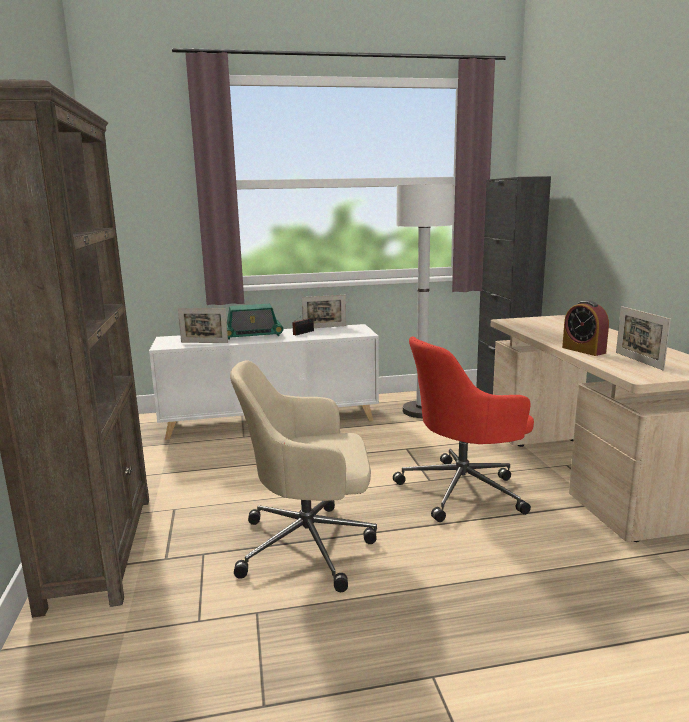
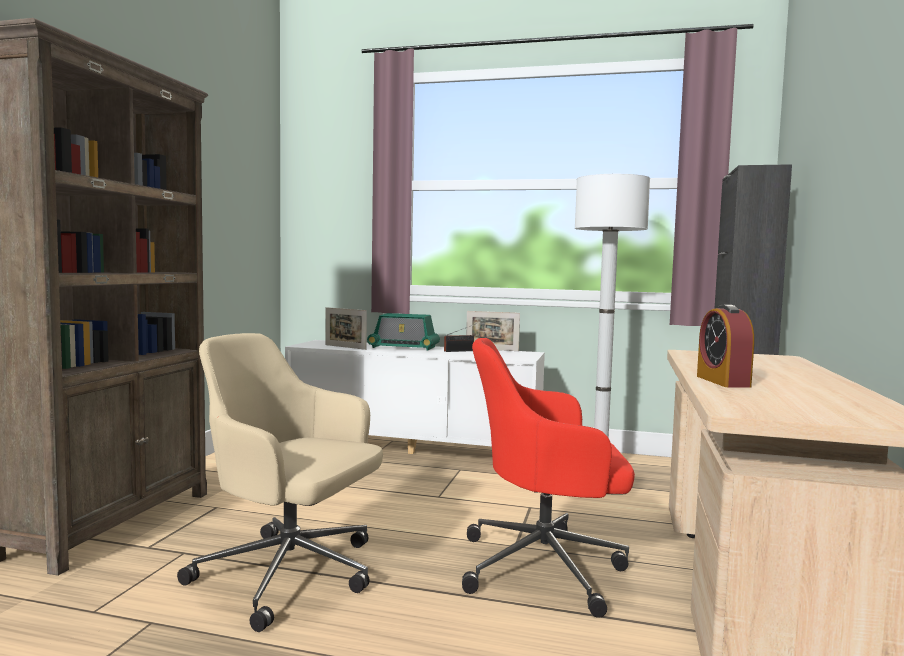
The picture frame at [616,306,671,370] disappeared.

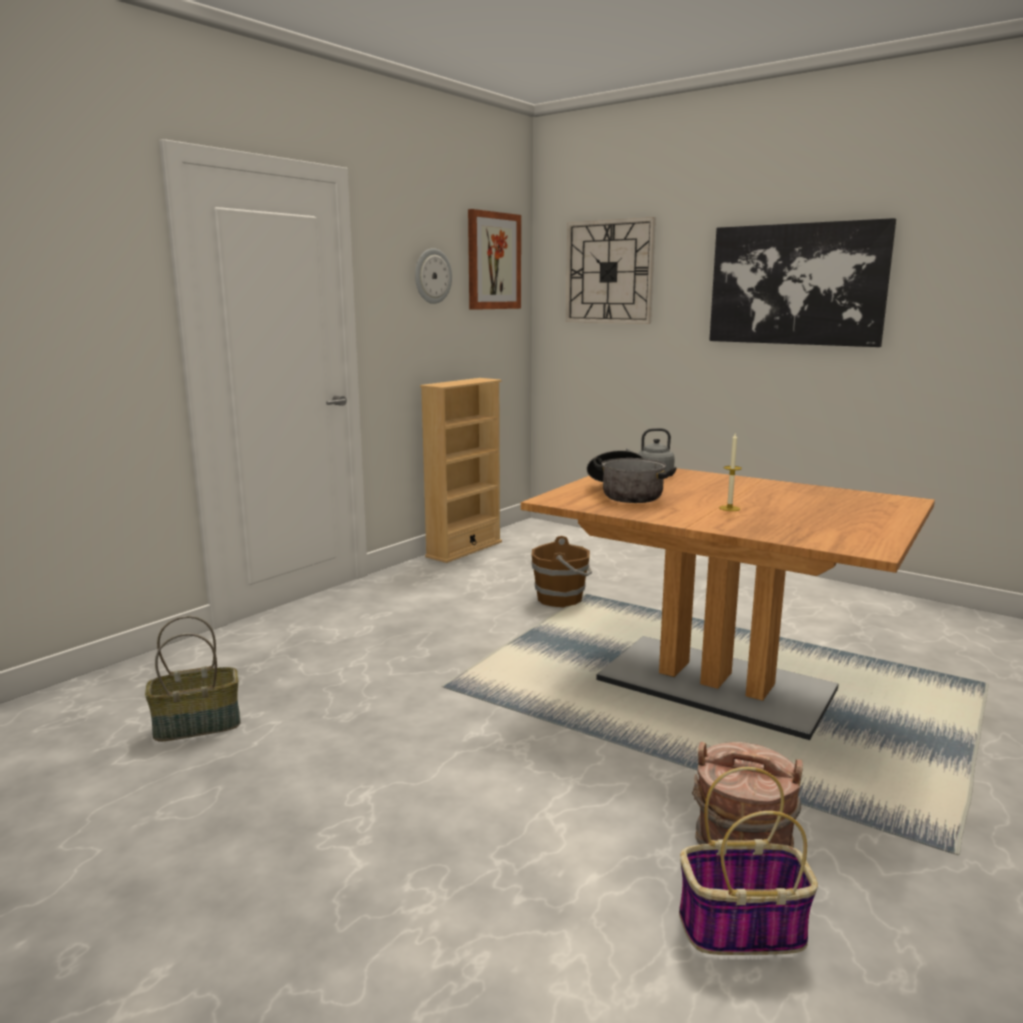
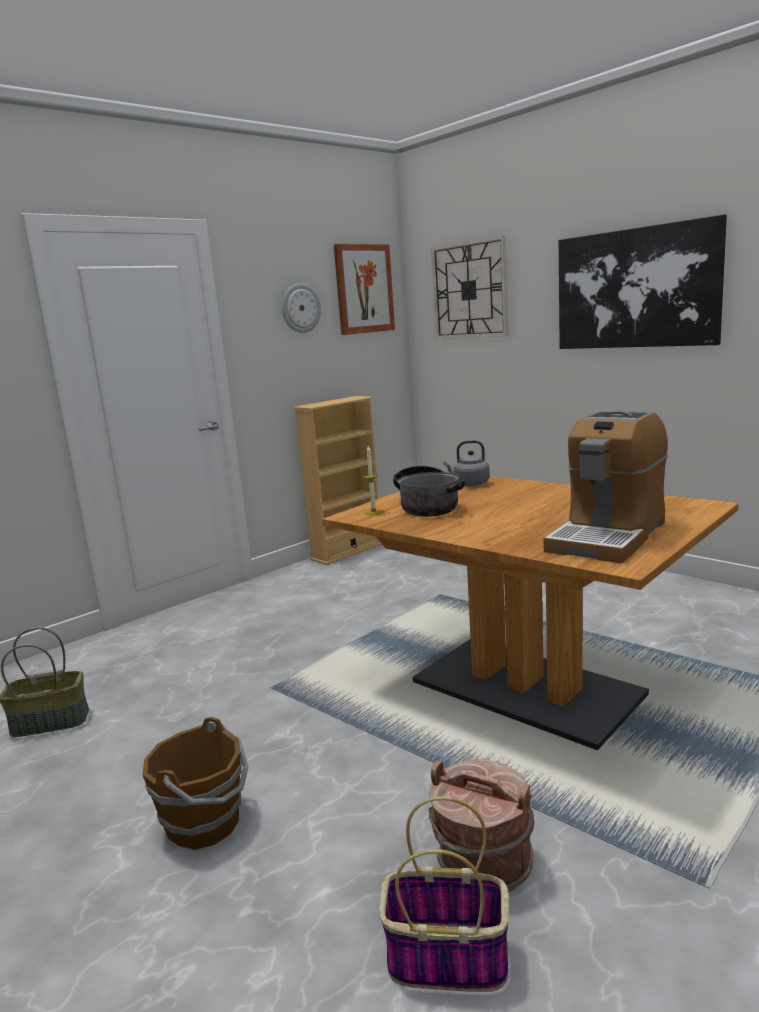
The coffee machine at [543,411,668,563] appeared.
The brown bucket moved from [531,536,592,607] to [142,717,249,850].
The candle moved from [719,434,742,511] to [363,446,383,515].

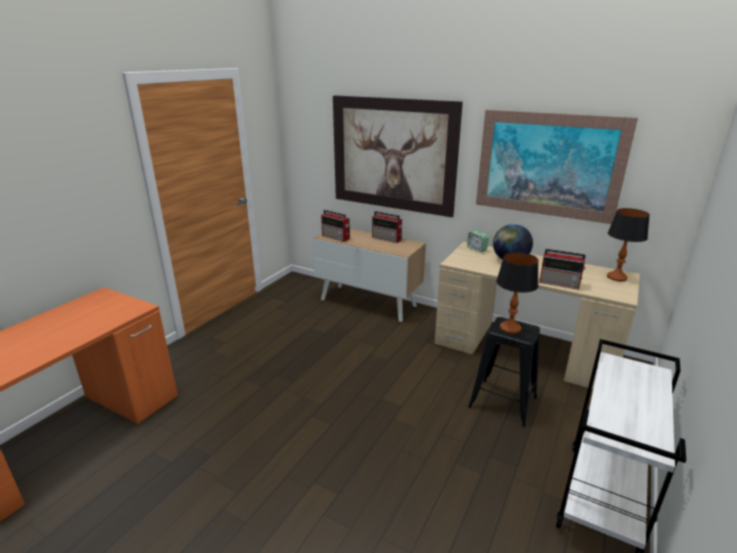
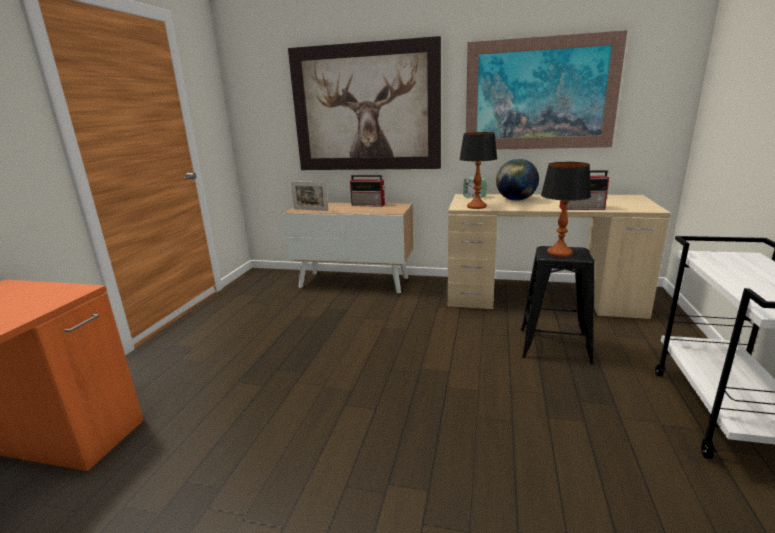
The table lamp moved from [607,208,650,281] to [459,132,498,209].
The radio at [321,210,350,242] was replaced by the picture frame at [291,181,328,211].

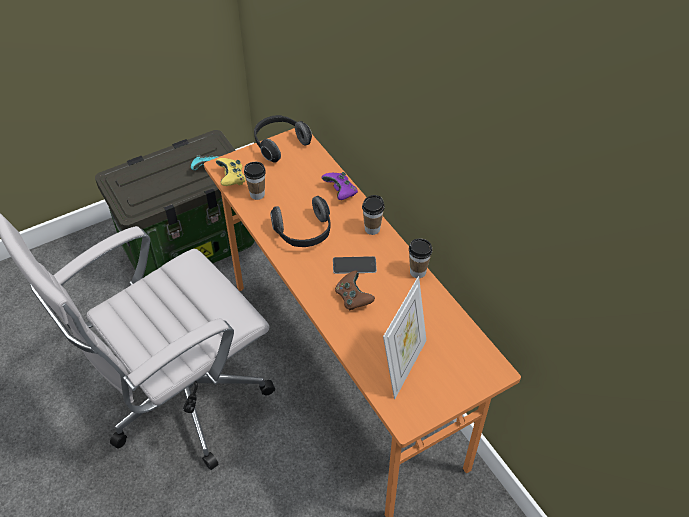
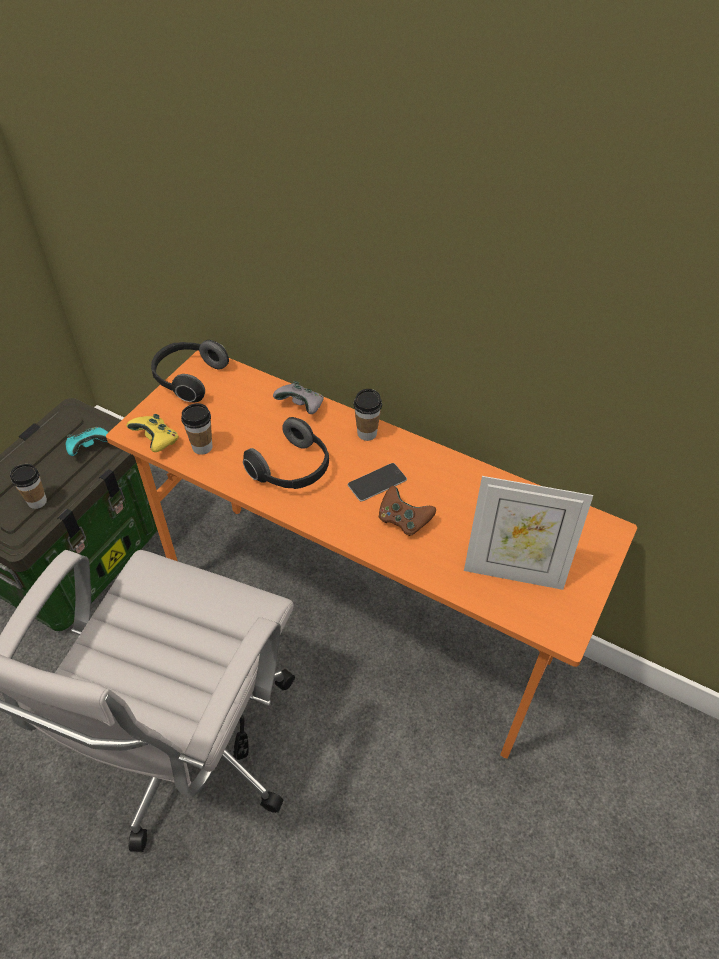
The cup moved from [409,238,432,278] to [10,464,47,509].
The purple game controller at [322,172,358,200] became the grey game controller at [273,381,324,414].
The picture frame at [383,276,427,399] turned 105 degrees clockwise.

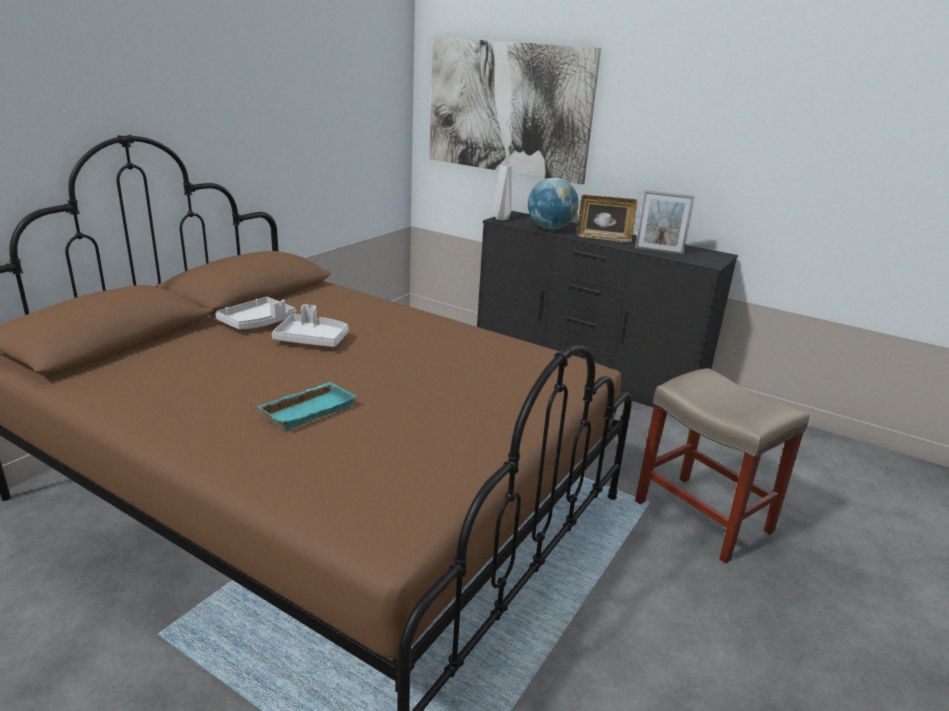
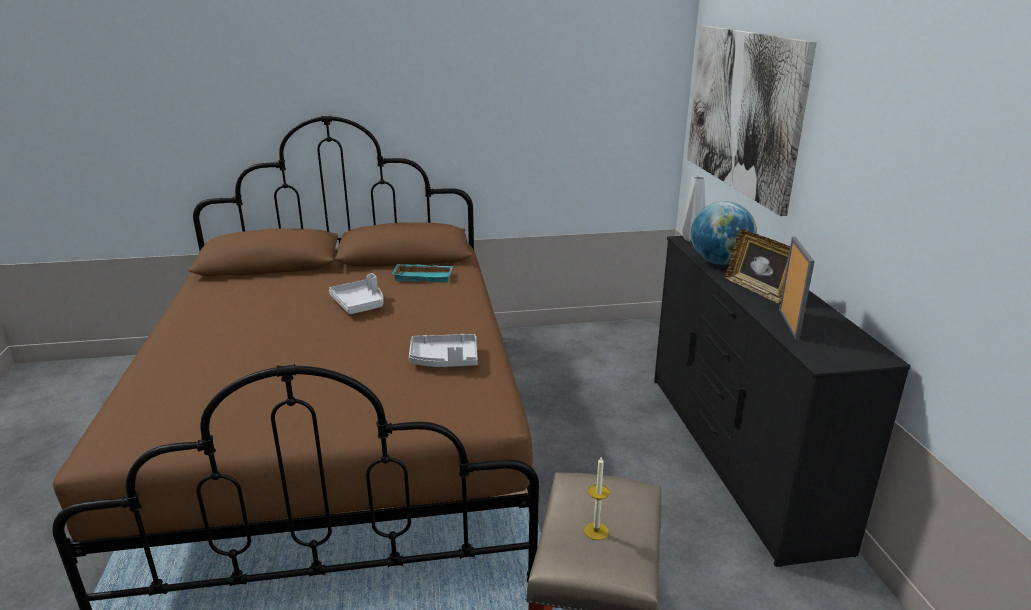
The candle at [584,457,610,540] appeared.
The grey tray moved from [215,297,296,330] to [409,334,478,367].
The turquoise tray moved from [257,382,356,431] to [392,264,453,282].
The picture frame at [635,190,695,255] turned 150 degrees counterclockwise.

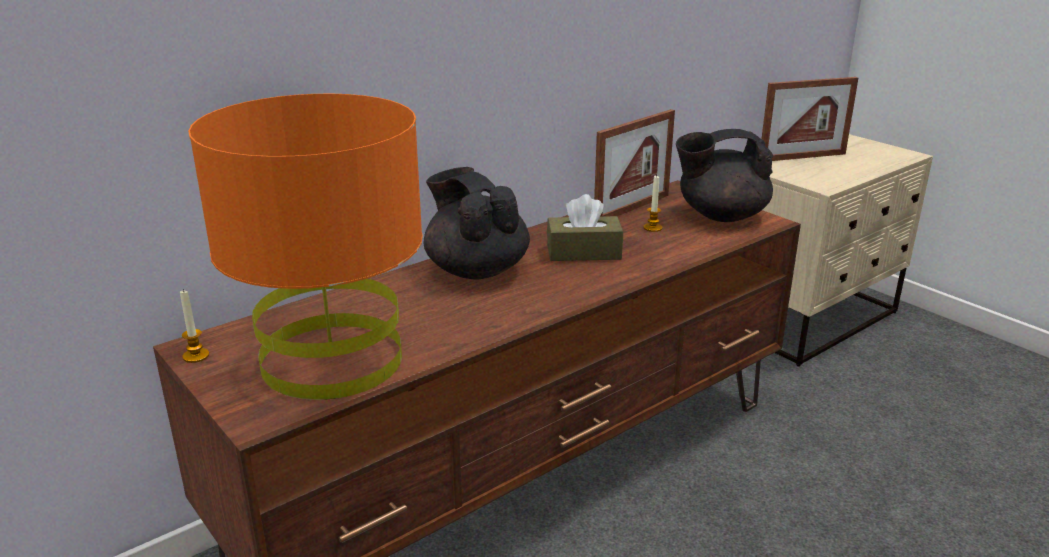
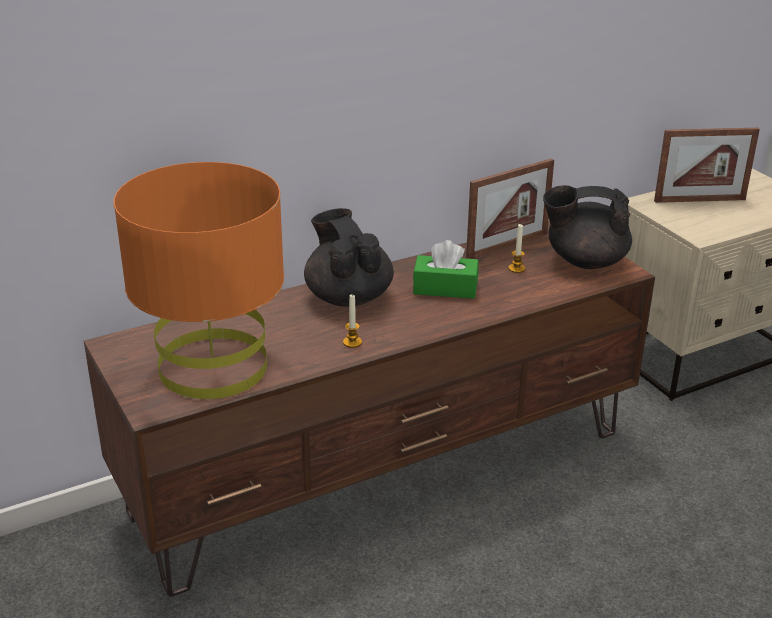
The candle moved from [180,289,209,363] to [343,295,362,348].
The brown tissue box at [547,194,623,261] became the green tissue box at [413,240,479,299].

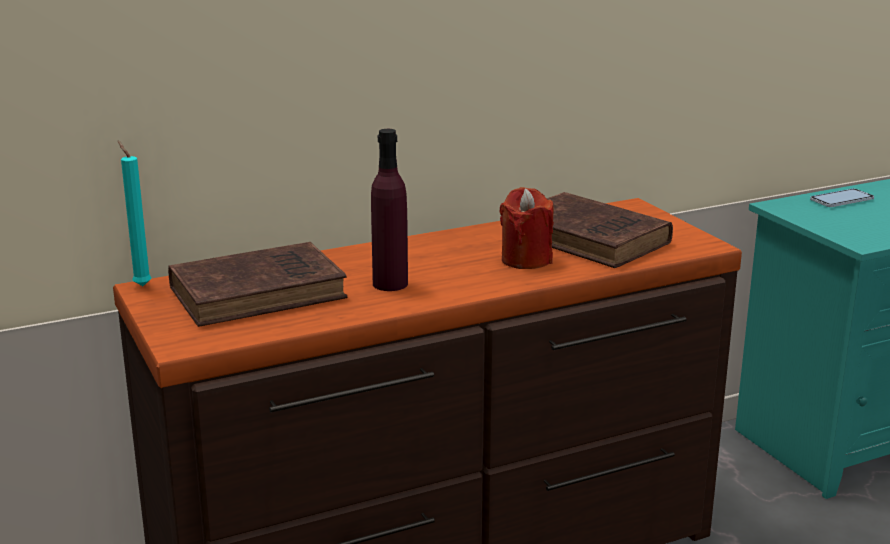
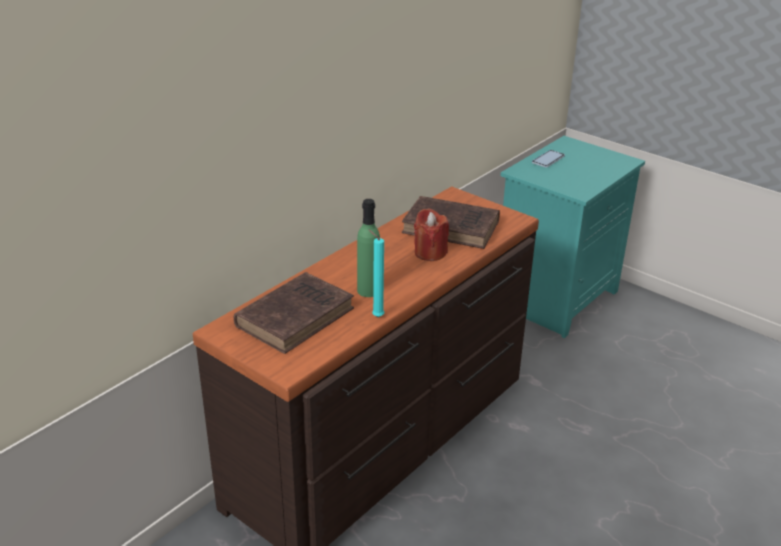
The turquoise candle moved from [118,140,151,286] to [369,230,384,317].
The purple bottle at [371,129,408,291] became the green bottle at [357,199,380,297].

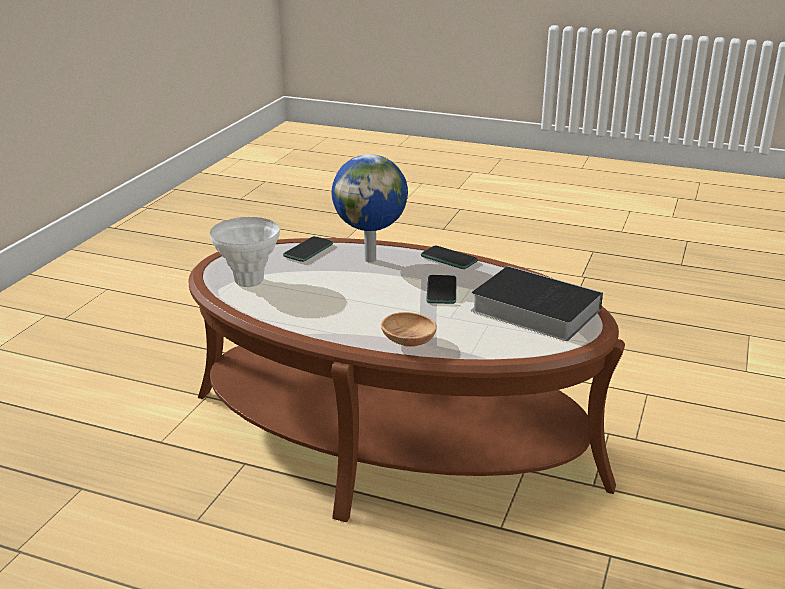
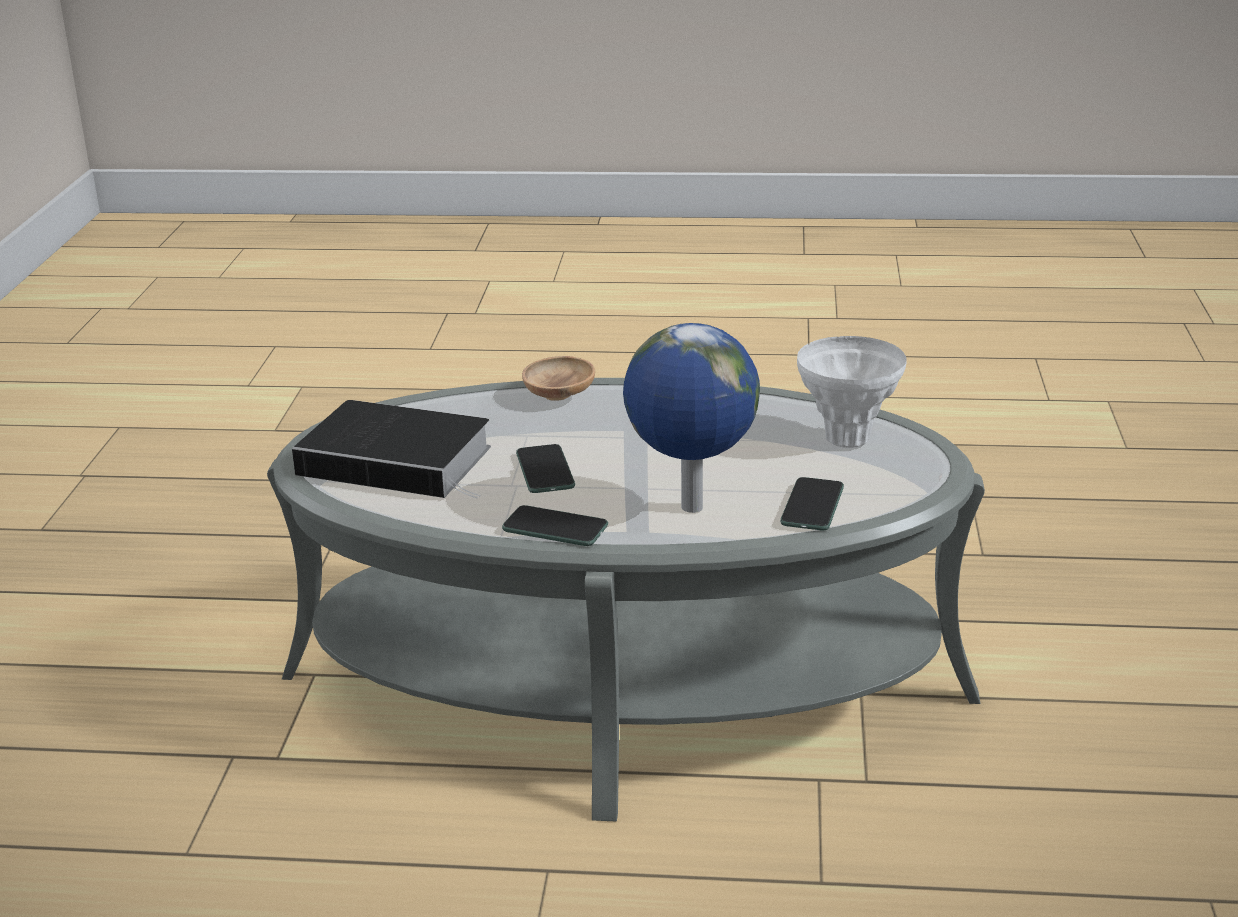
The brown coffee table at [188,238,625,522] became the grey coffee table at [267,378,985,821].

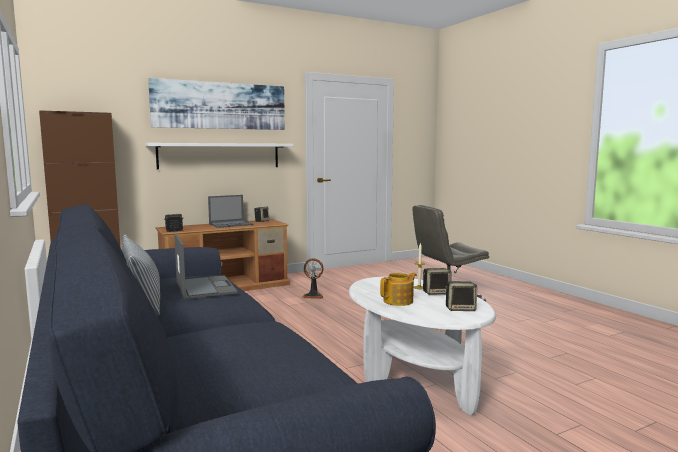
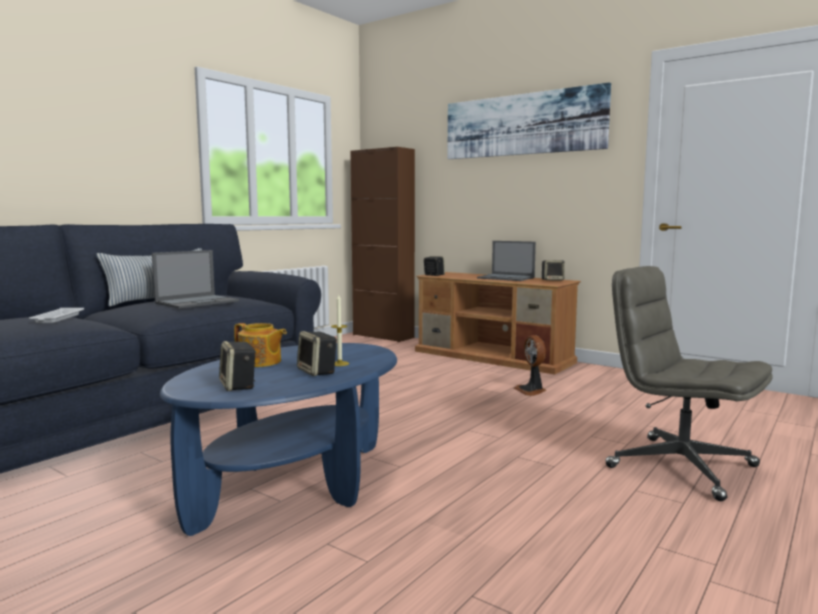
The white shelf at [145,143,293,169] disappeared.
The white tray at [29,308,84,323] appeared.
The white coffee table at [349,277,496,415] became the blue coffee table at [160,343,397,536].

